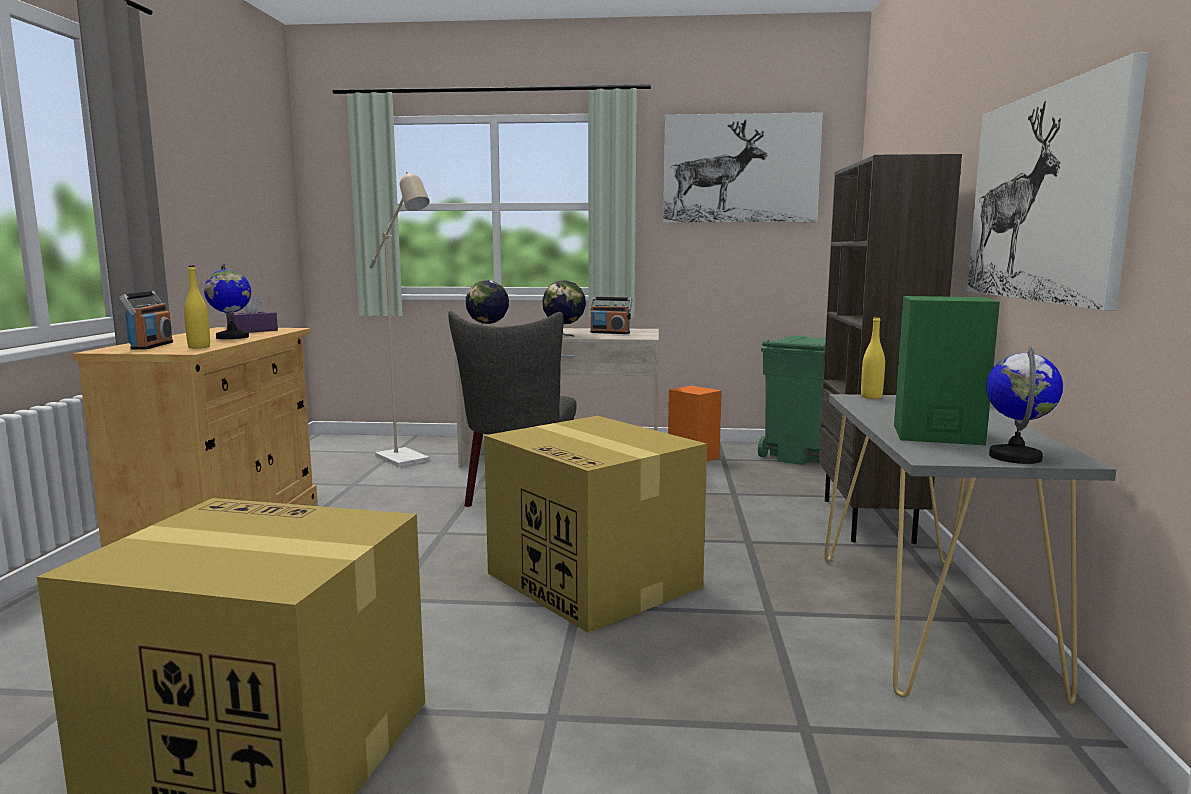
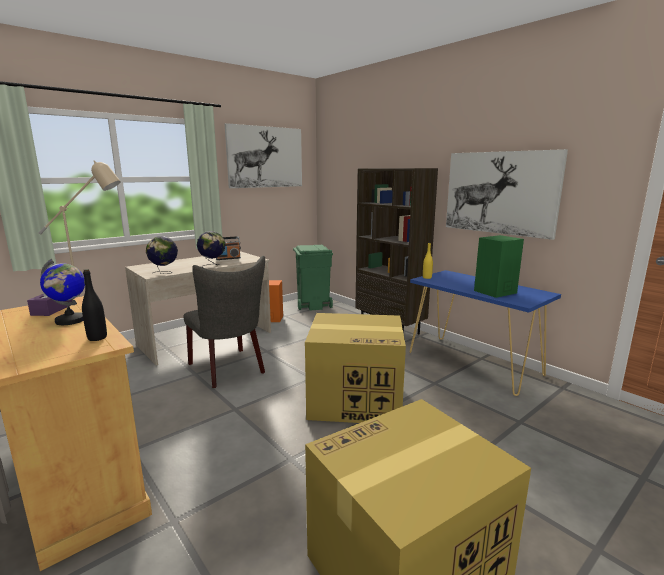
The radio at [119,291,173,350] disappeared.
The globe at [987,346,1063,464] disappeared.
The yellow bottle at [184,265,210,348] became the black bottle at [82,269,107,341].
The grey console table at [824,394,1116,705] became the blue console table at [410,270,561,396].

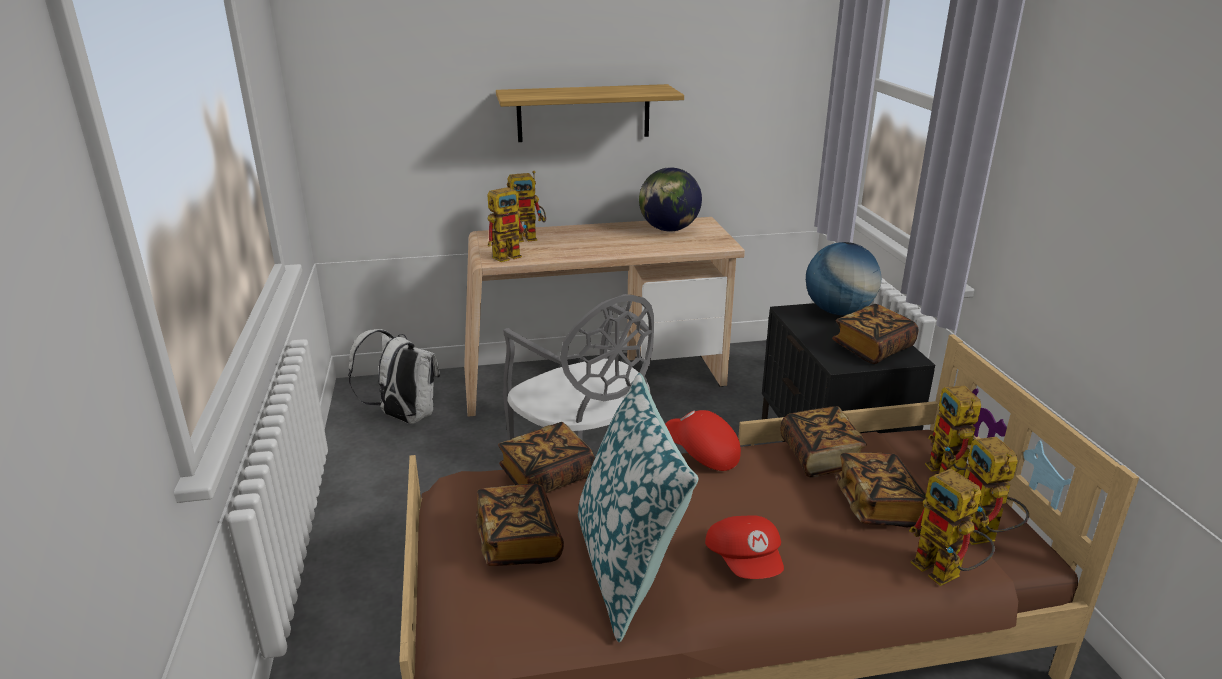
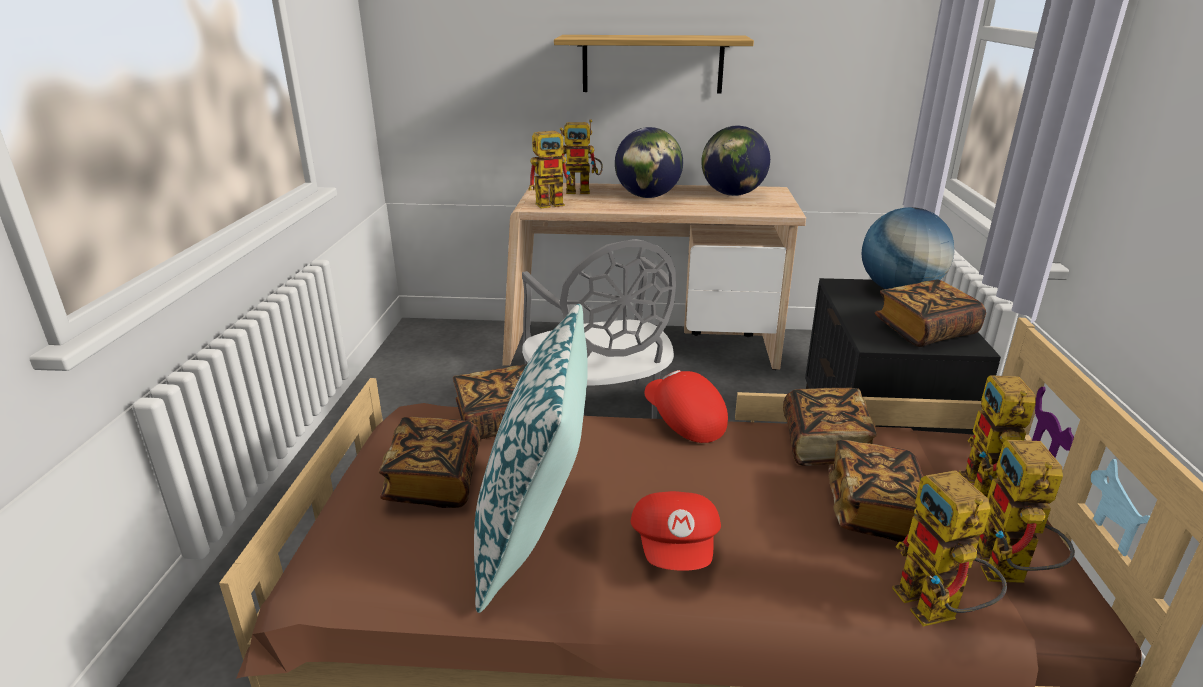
The white backpack at [348,329,440,424] disappeared.
The globe at [615,127,683,198] appeared.

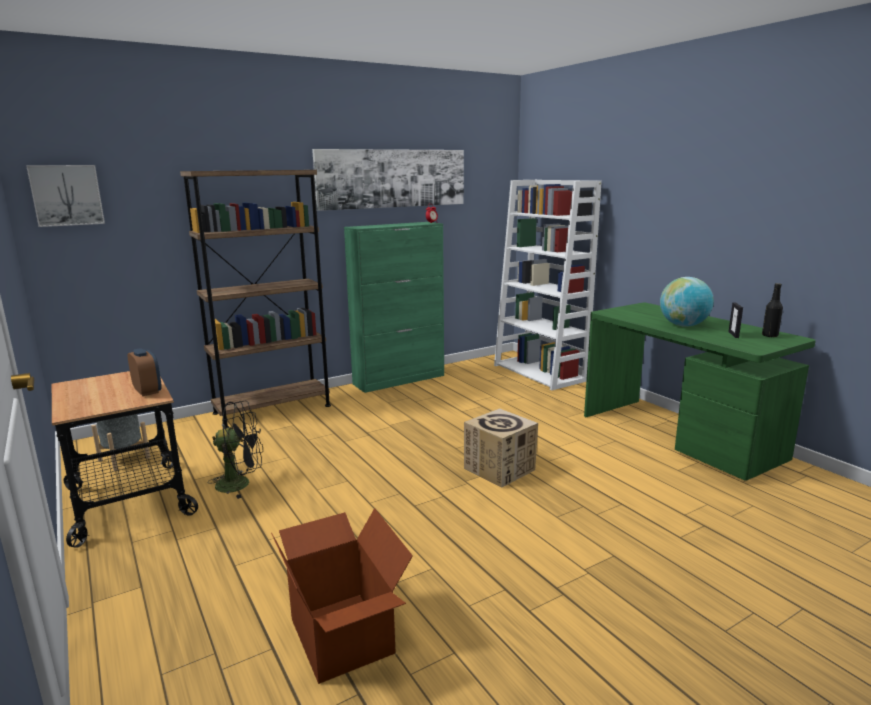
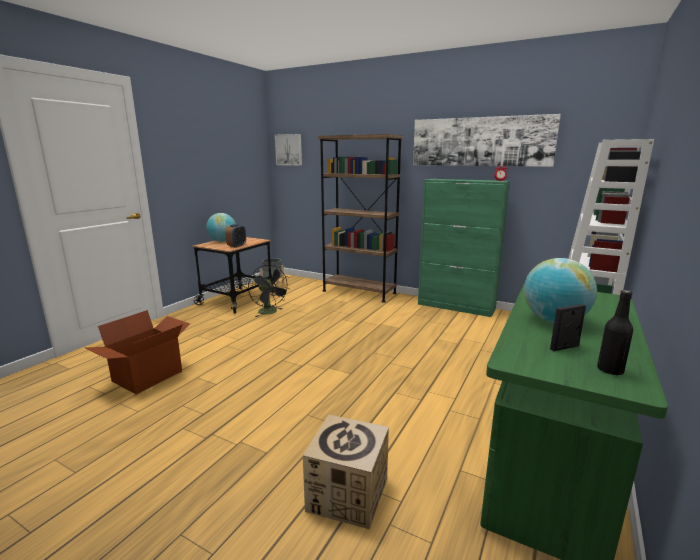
The globe at [206,213,236,242] appeared.
The cardboard box moved from [464,408,538,488] to [303,415,389,529].

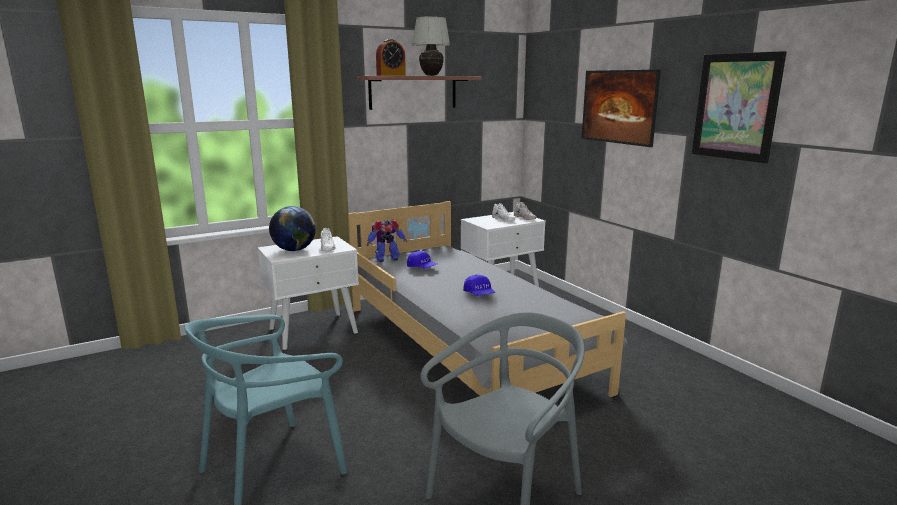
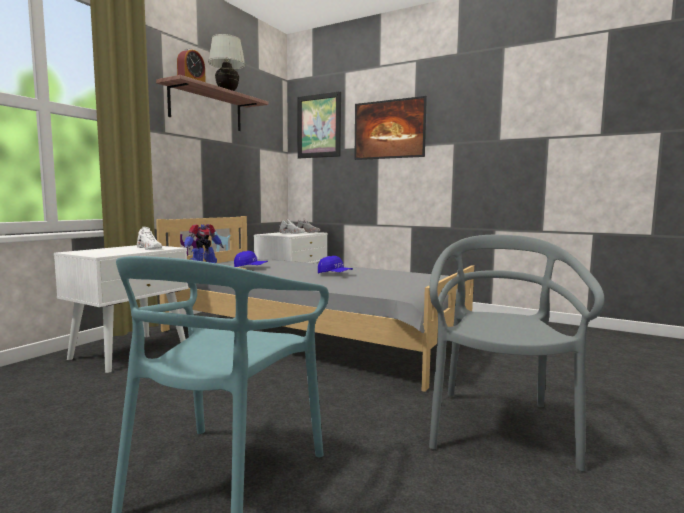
The globe at [269,206,316,251] disappeared.
The picture moved from [692,51,787,163] to [297,91,341,158].

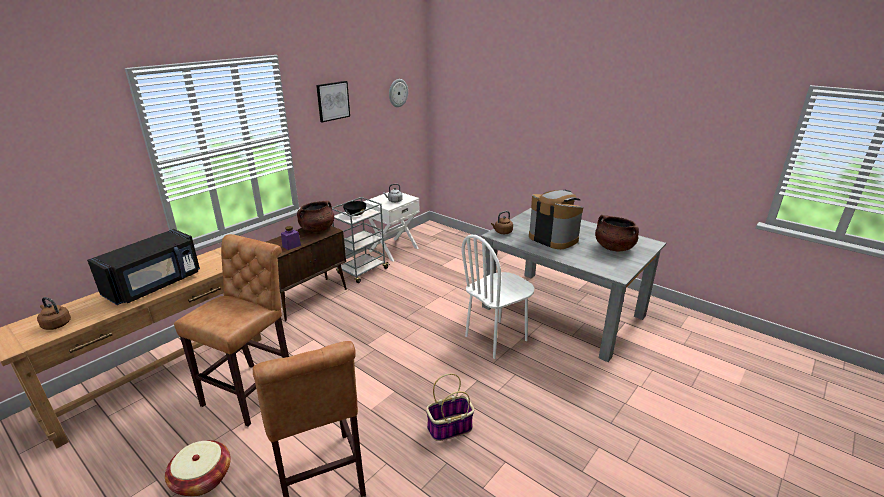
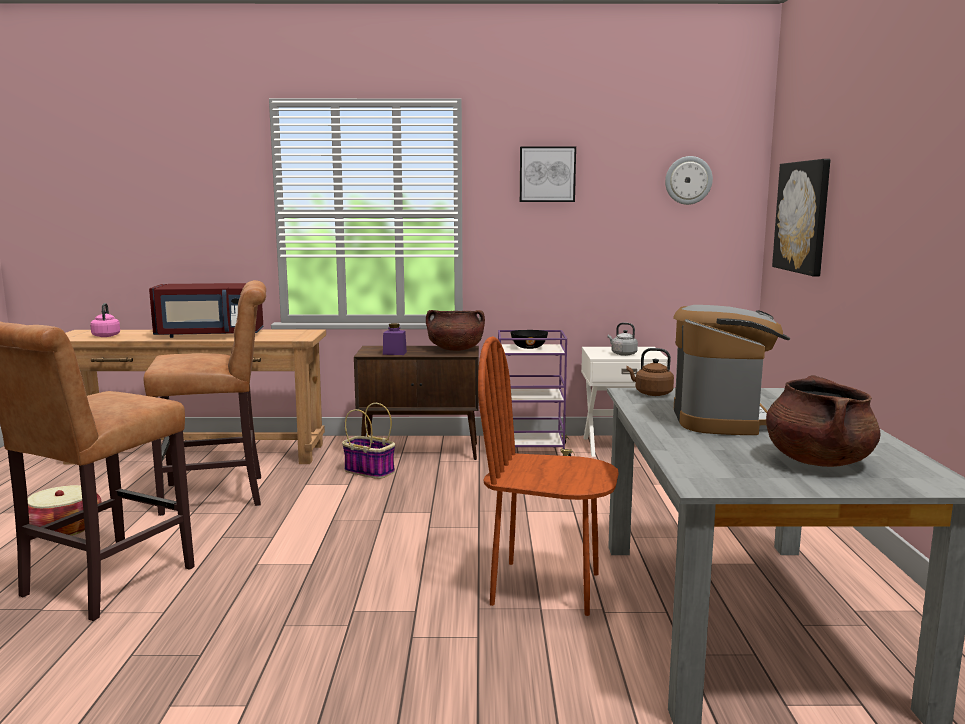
The picture at [772,159,831,276] appeared.
The basket moved from [426,374,474,441] to [342,403,395,479].
The brown kettle at [37,297,71,330] became the pink kettle at [90,303,120,337].
The black microwave at [87,229,200,305] became the red microwave at [149,283,264,338].
The grey cart at [332,197,390,283] became the purple cart at [498,330,575,456].
The white chair at [462,235,534,359] became the brown chair at [478,336,619,616].

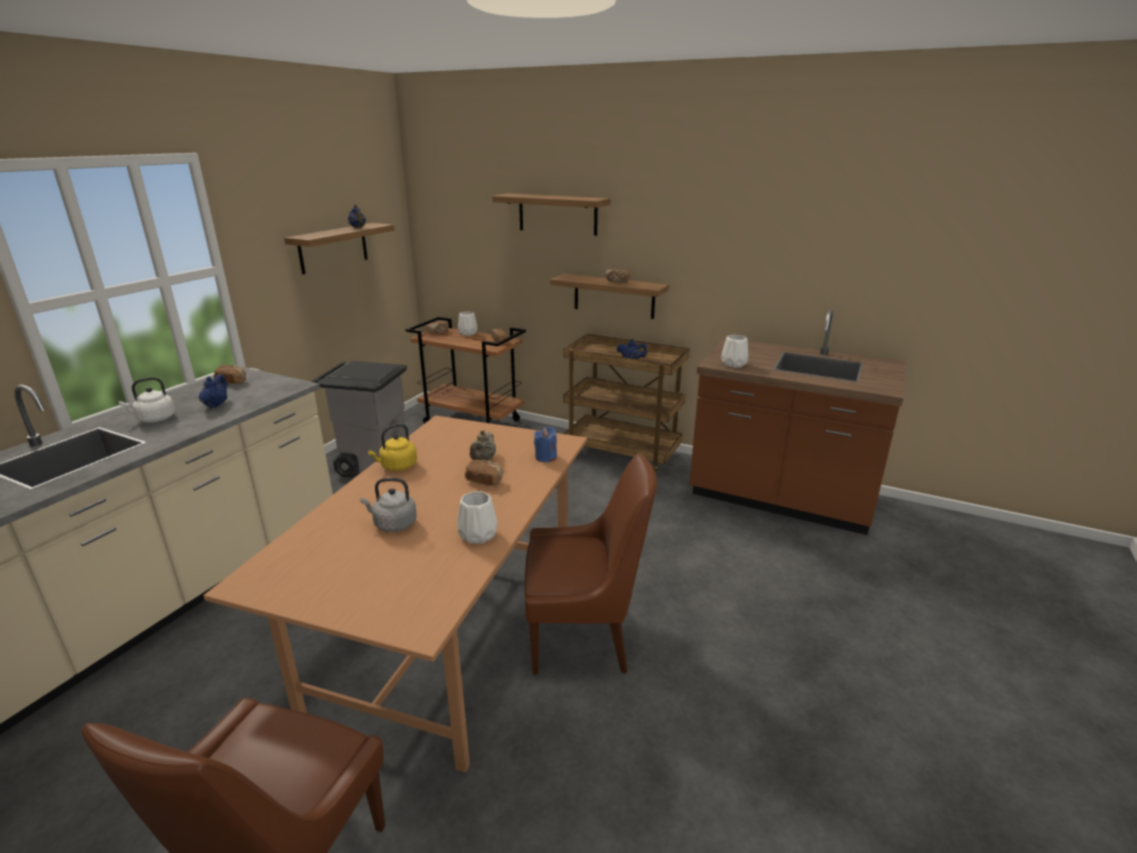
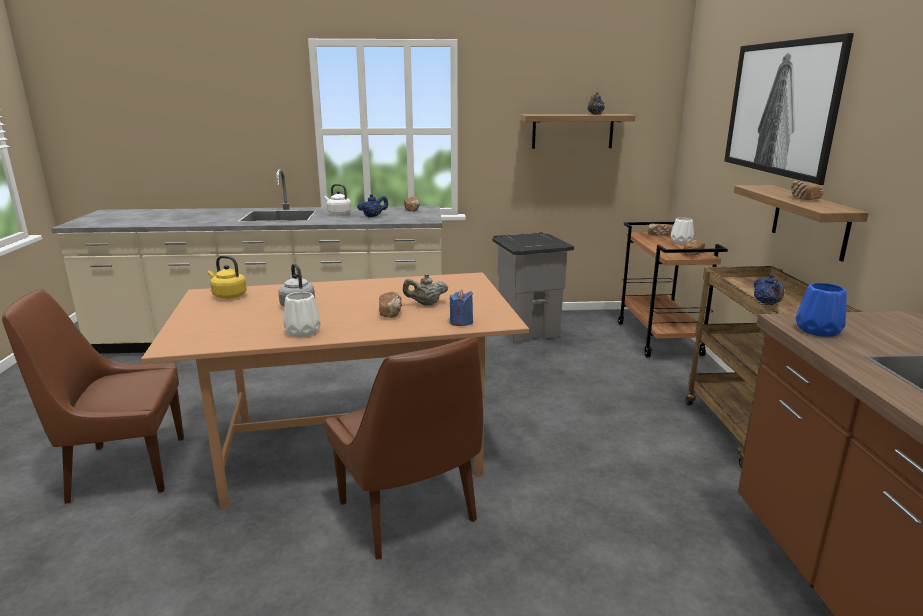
The yellow kettle moved from [368,424,417,471] to [208,256,247,299].
The shelf at [492,193,610,236] was replaced by the picture at [724,33,854,185].
The white vase at [721,335,748,368] became the blue vase at [796,283,847,337].

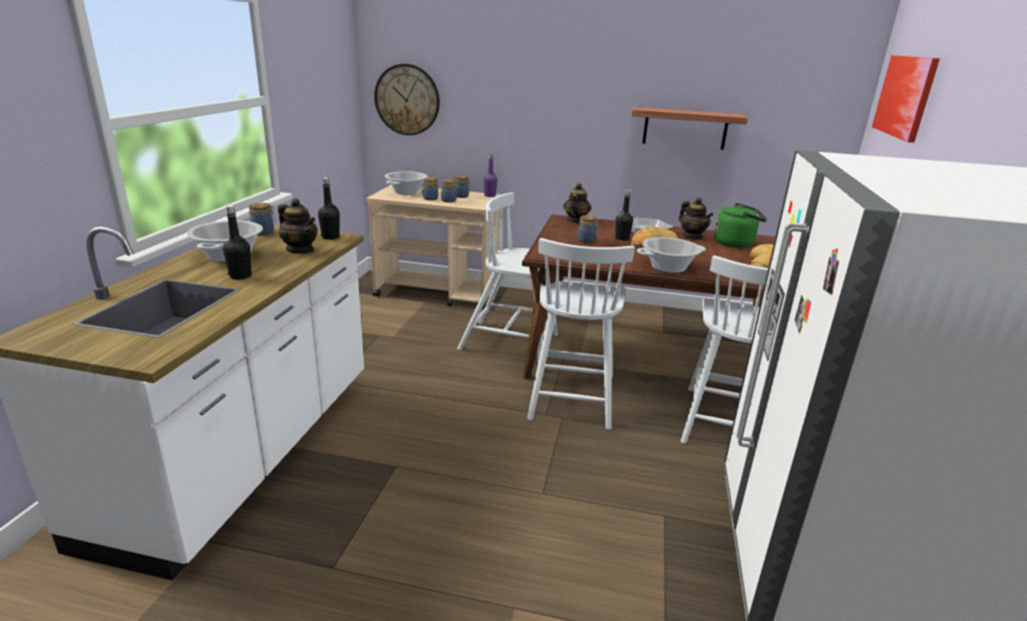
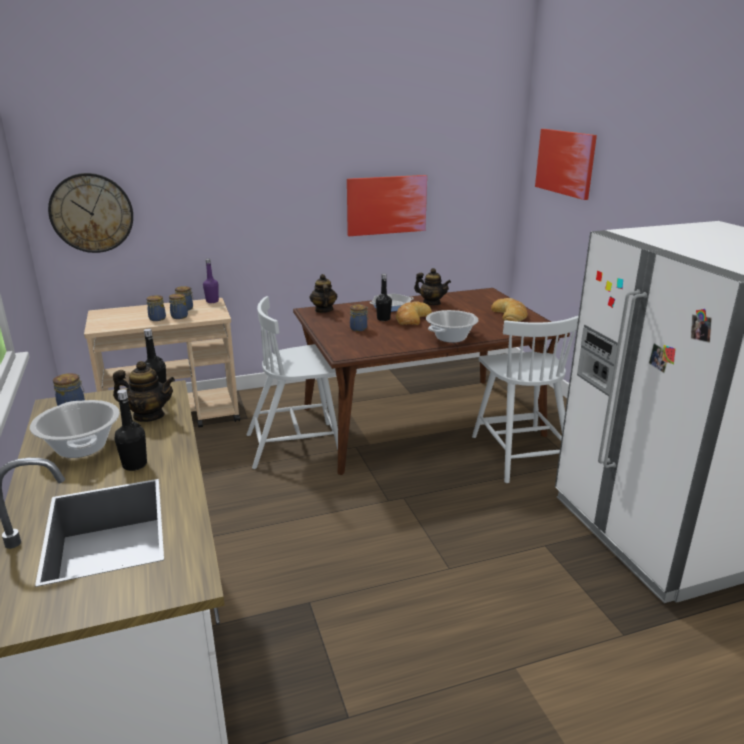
The cooking pot at [385,171,428,195] disappeared.
The white chair at [527,238,635,430] disappeared.
The green kettle at [714,203,767,247] disappeared.
The shelf at [632,107,748,150] was replaced by the picture at [347,175,427,236].

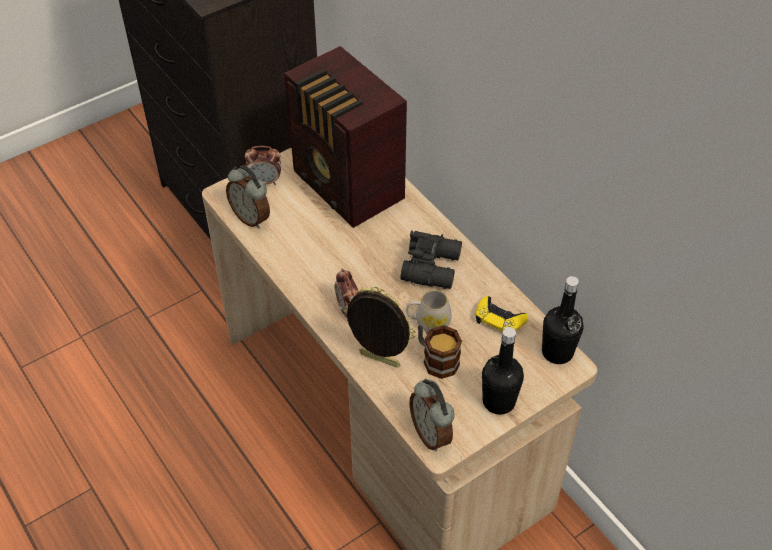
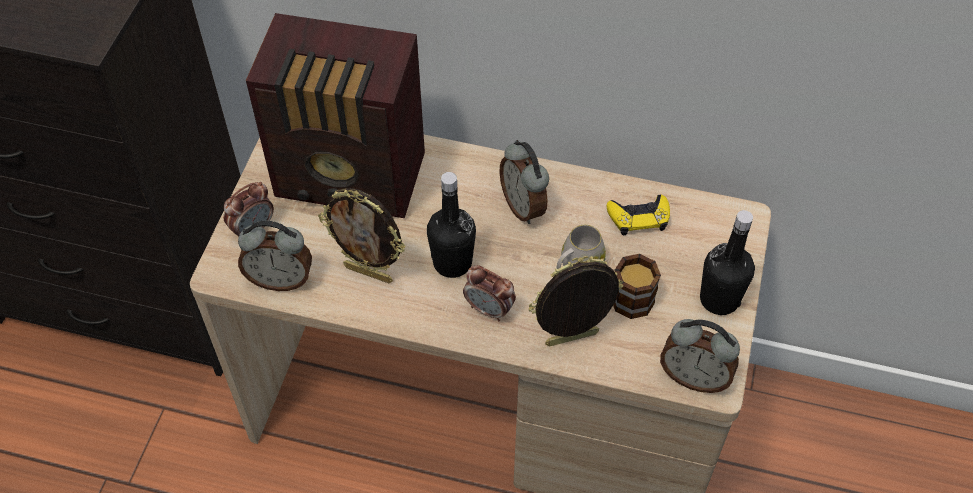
The picture frame at [318,188,406,283] appeared.
The black bottle moved from [542,276,584,364] to [427,172,476,278].
The black binoculars at [401,230,462,289] was replaced by the alarm clock at [500,140,549,224].

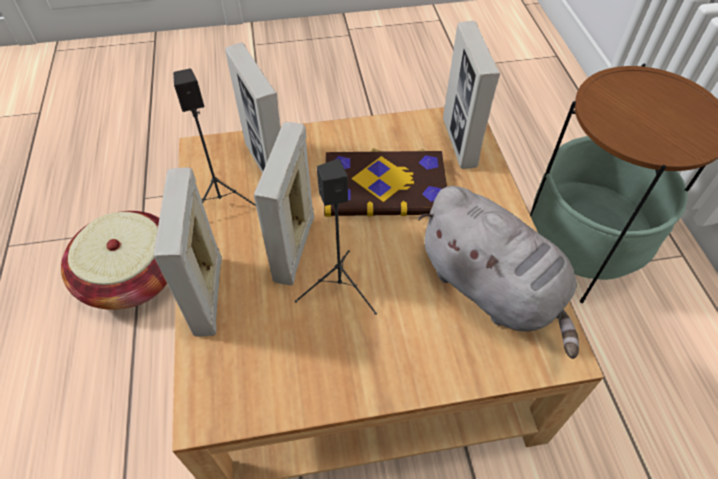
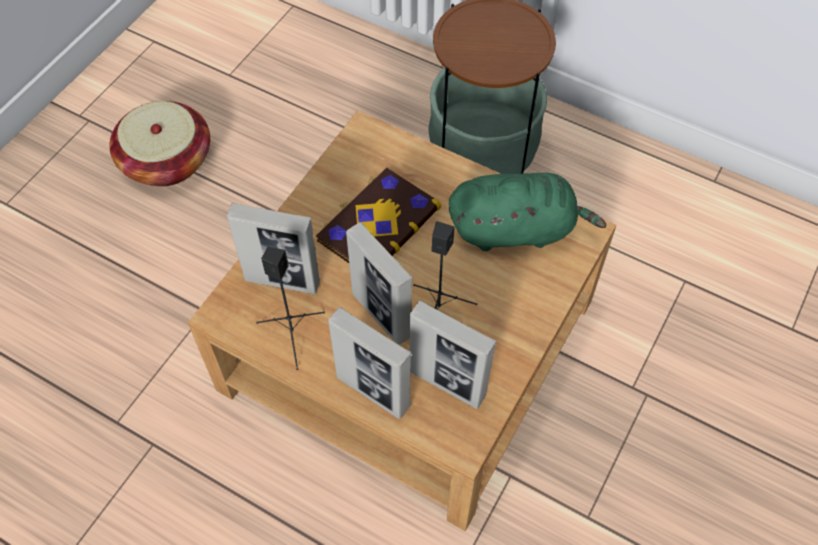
The basket moved from [61,211,167,310] to [109,101,210,186].
The picture frame moved from [443,21,500,169] to [410,300,496,409].
The grey plush toy at [418,186,579,359] became the green plush toy at [449,173,606,251].

